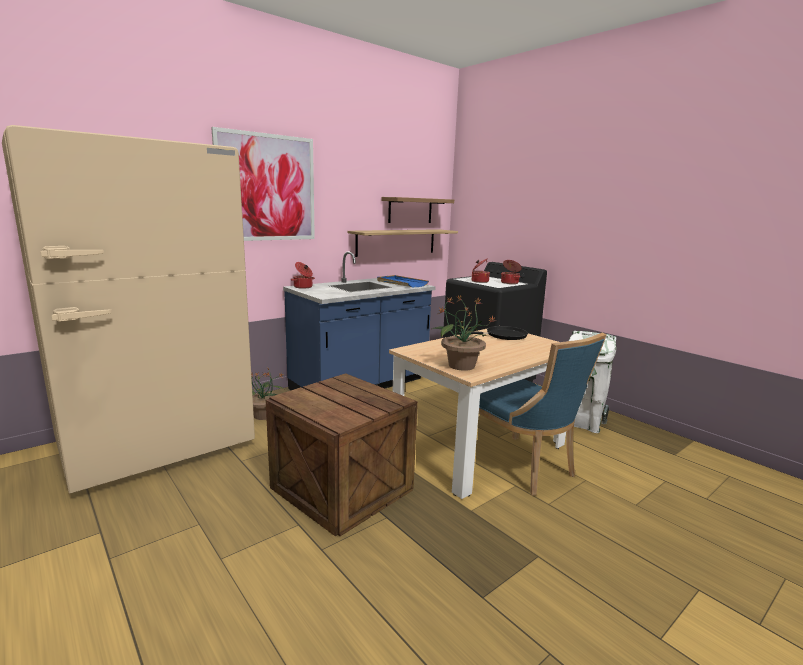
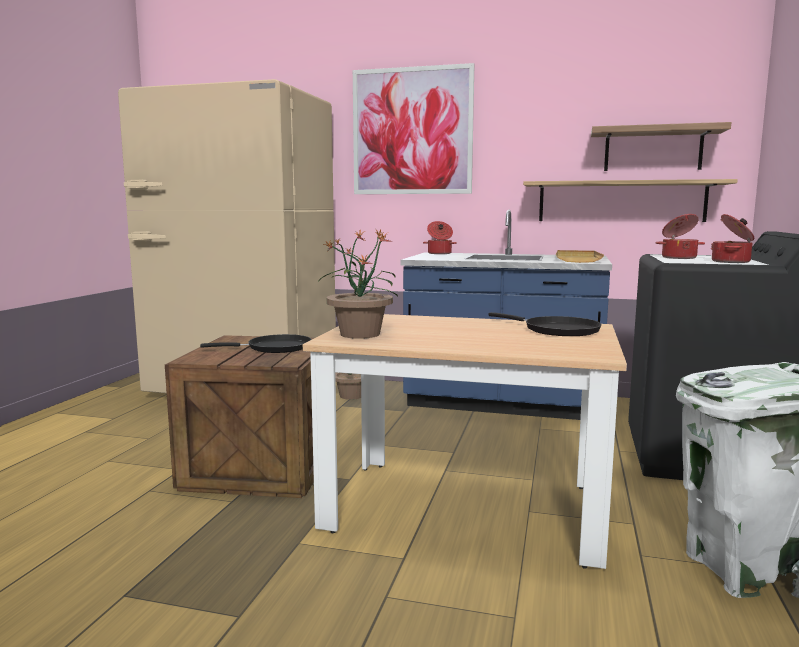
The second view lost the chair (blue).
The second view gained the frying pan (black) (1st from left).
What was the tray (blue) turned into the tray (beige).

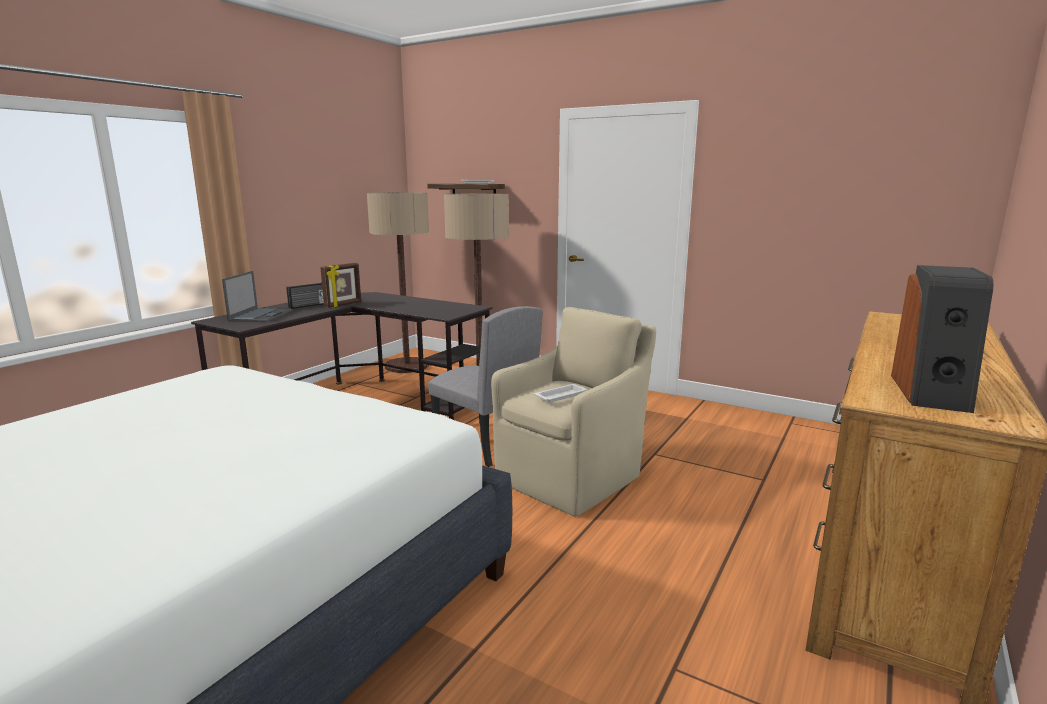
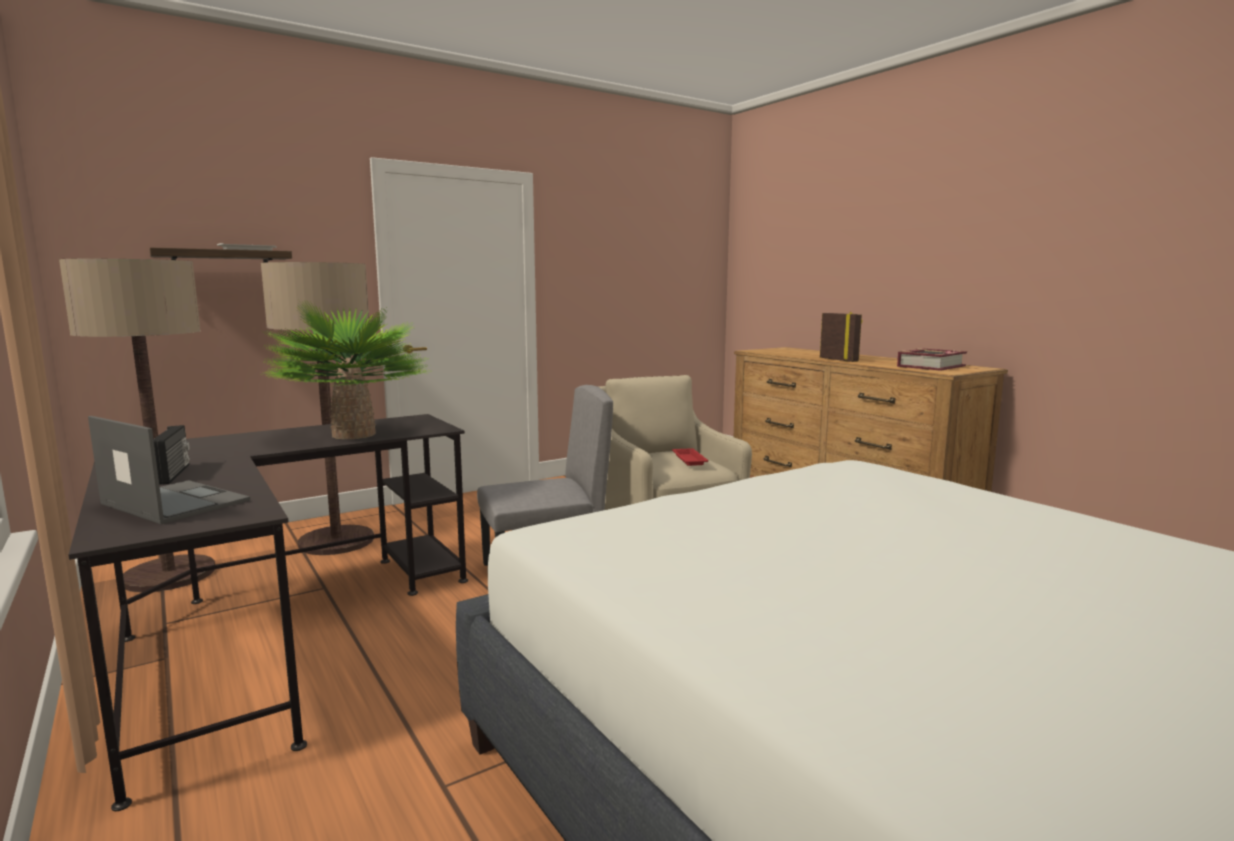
The second view gained the potted plant.
The picture frame ended up elsewhere.
Where the speaker stood, the book came to stand.
What was the tray (white) (2nd from left) turned into the tray (red).

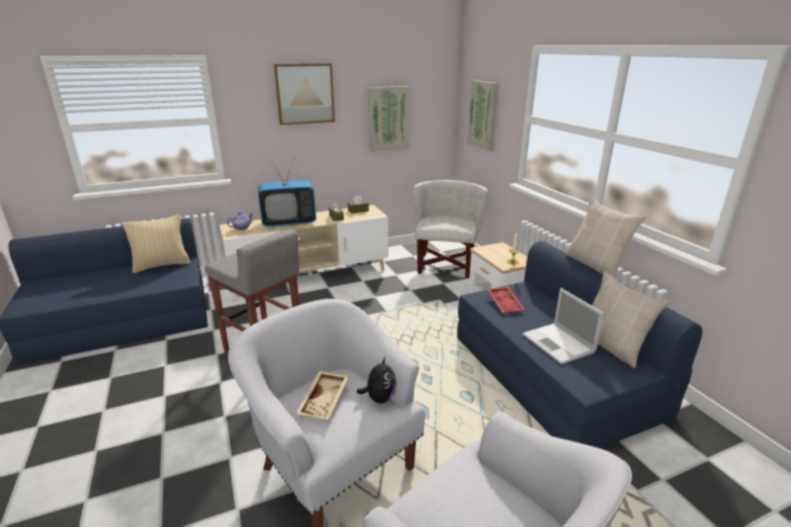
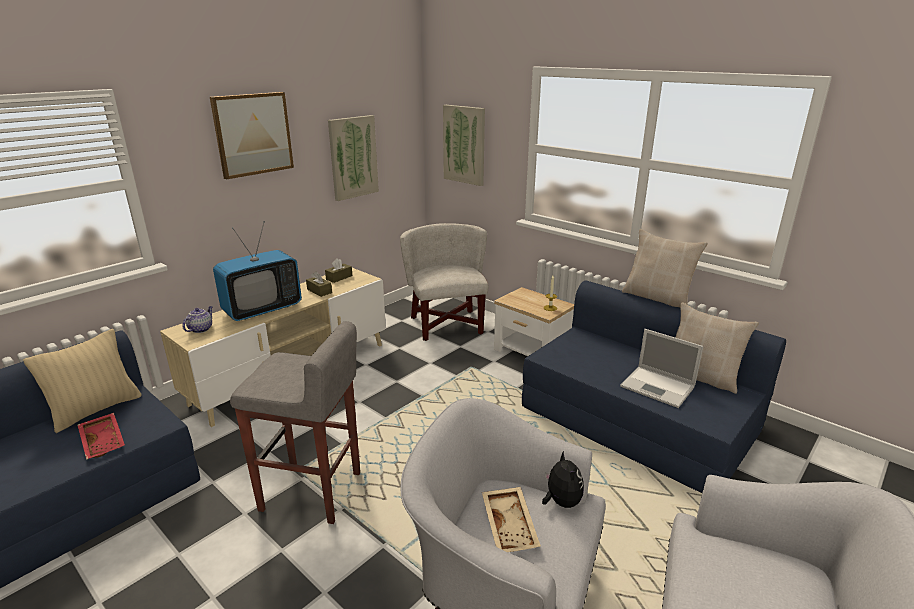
The tray (red) ended up elsewhere.

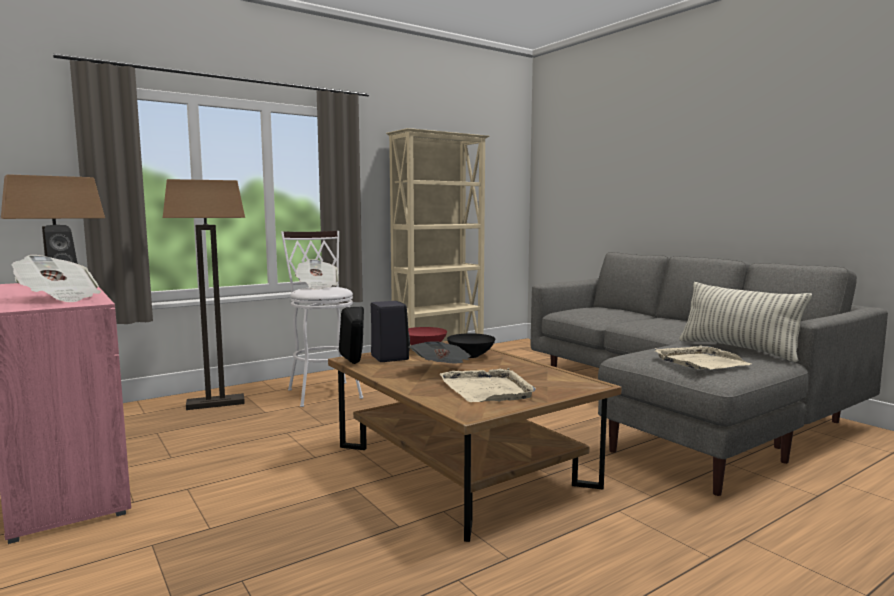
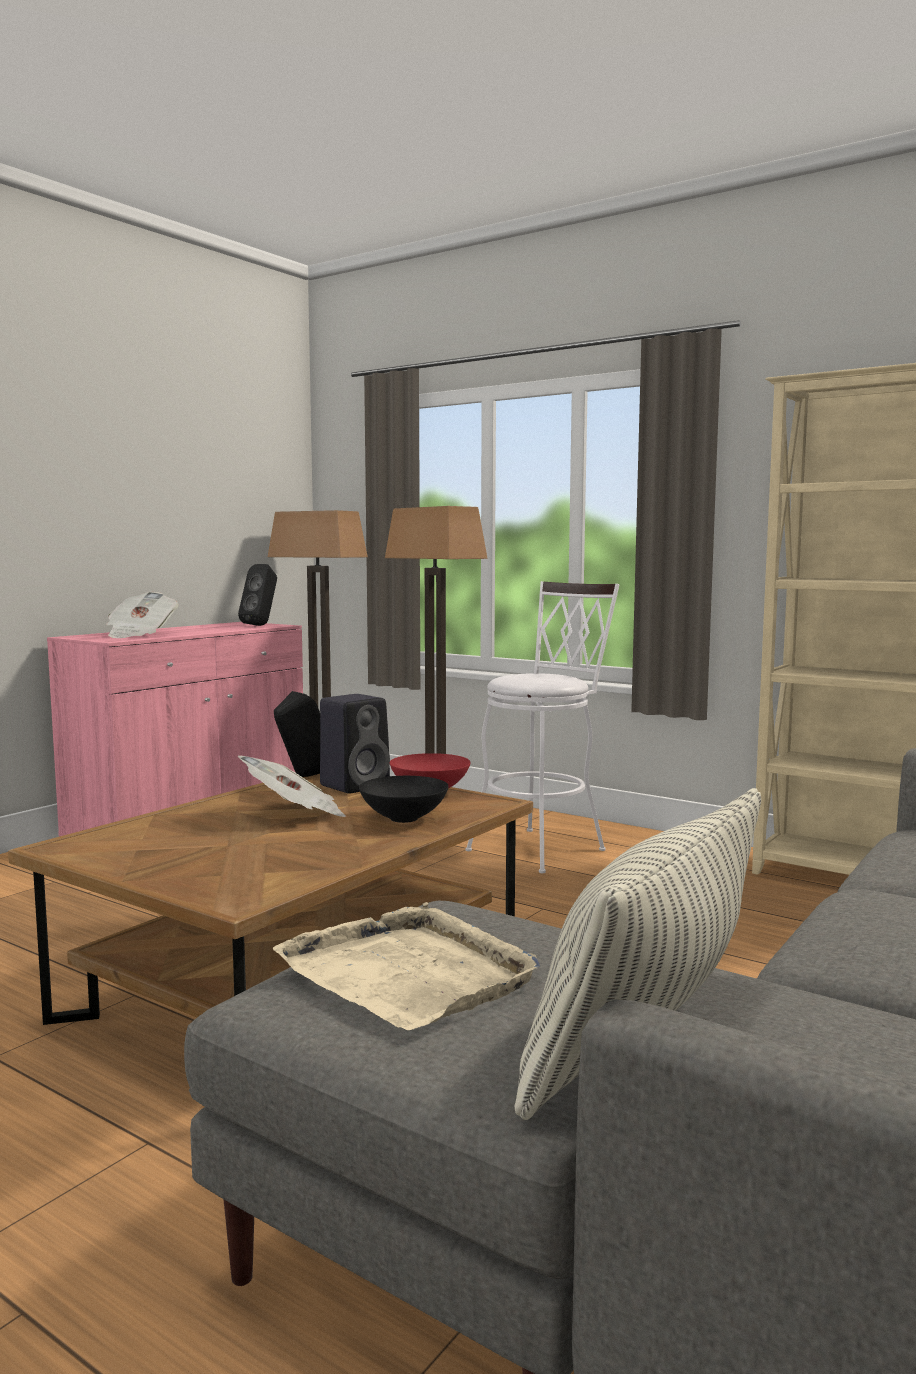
The second view lost the newspaper (2nd from left).
The second view lost the tray (beige) (1st from left).

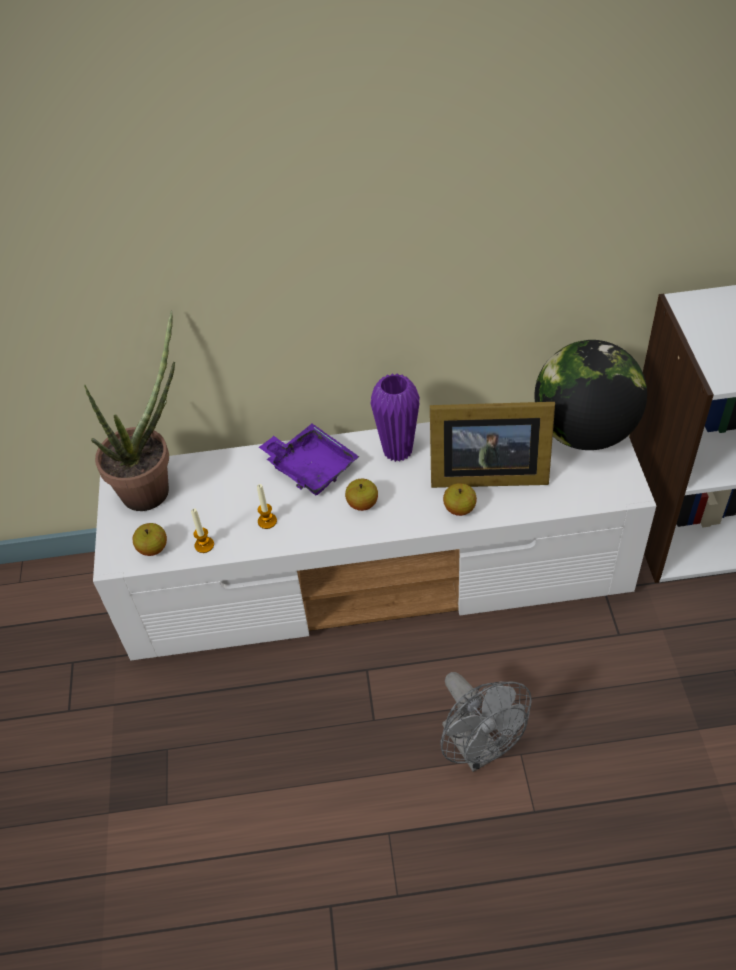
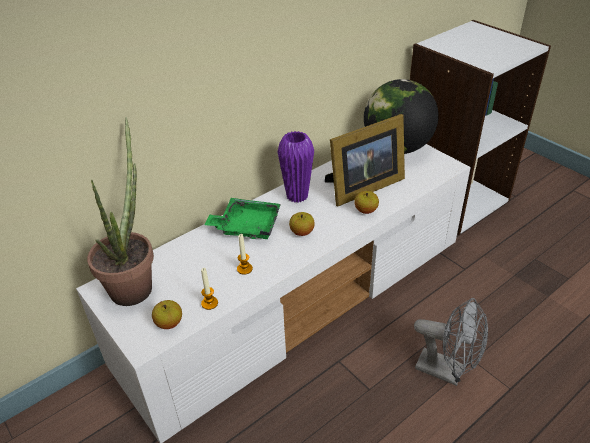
What was the tray (purple) turned into the tray (green).

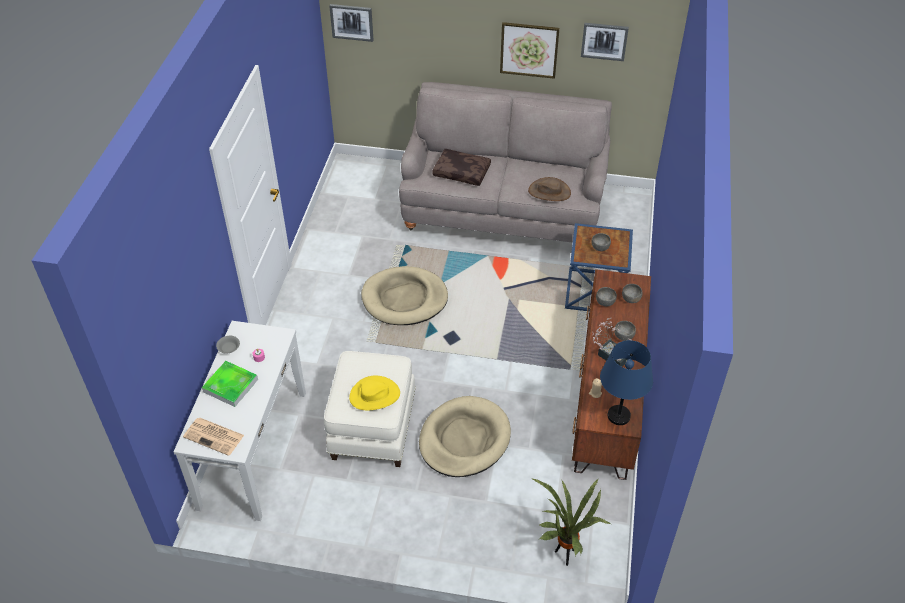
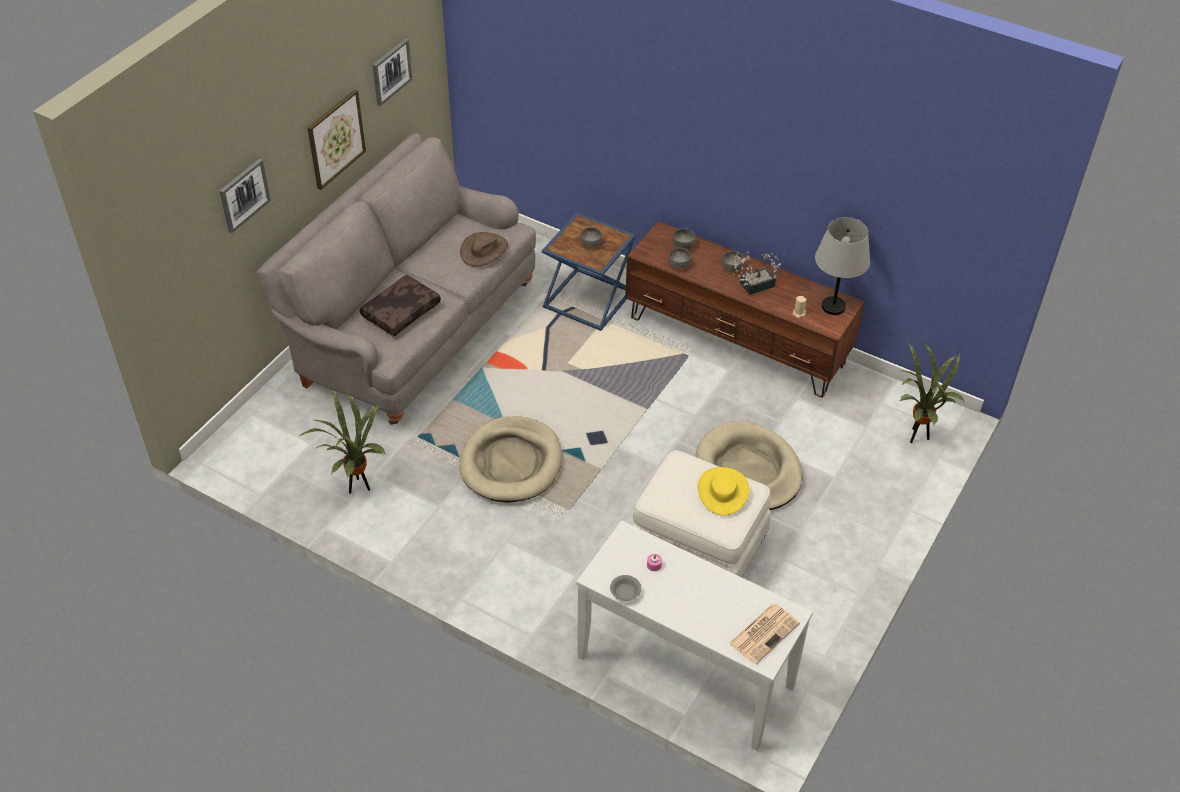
The second view lost the tray.
The second view gained the potted plant (1st from left).
The picture (1st from left) ended up elsewhere.
What was the table lamp (blue) turned into the table lamp (grey).

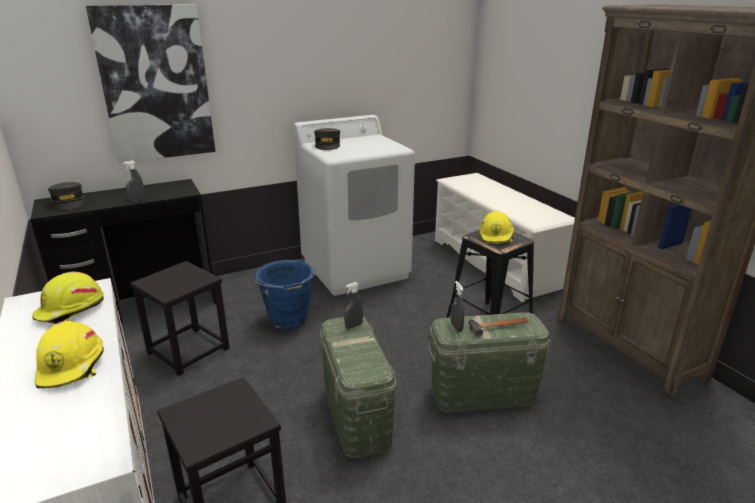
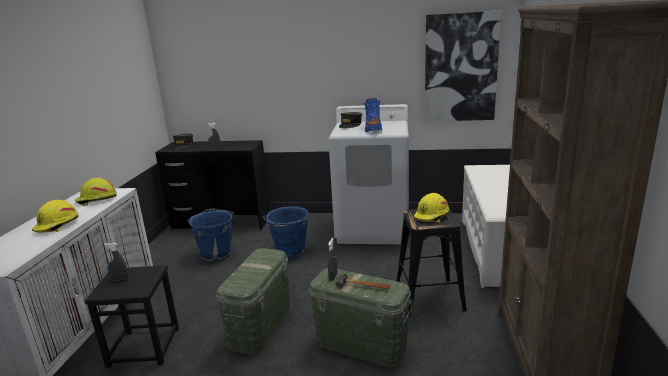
The second view gained the boot (blue).
The picture ended up elsewhere.
The spray bottle (grey) (2nd from left in the first image) ended up elsewhere.
Where the stool (black) (1st from left) stood, the bucket (blue) (1st from left) came to stand.

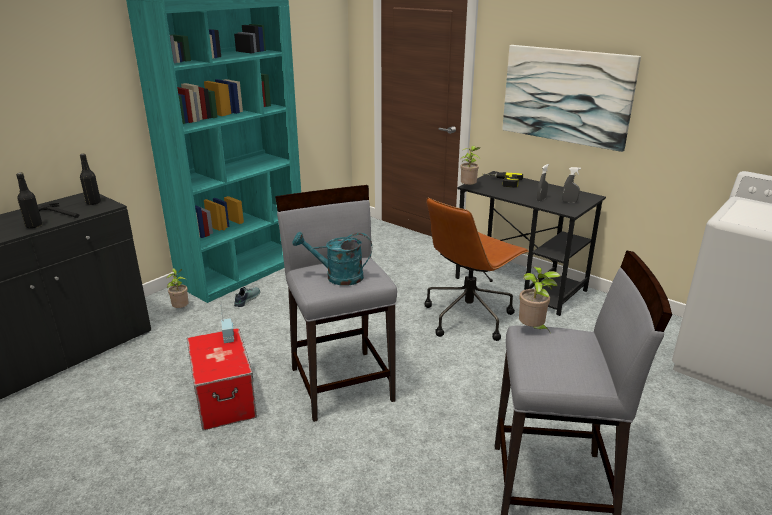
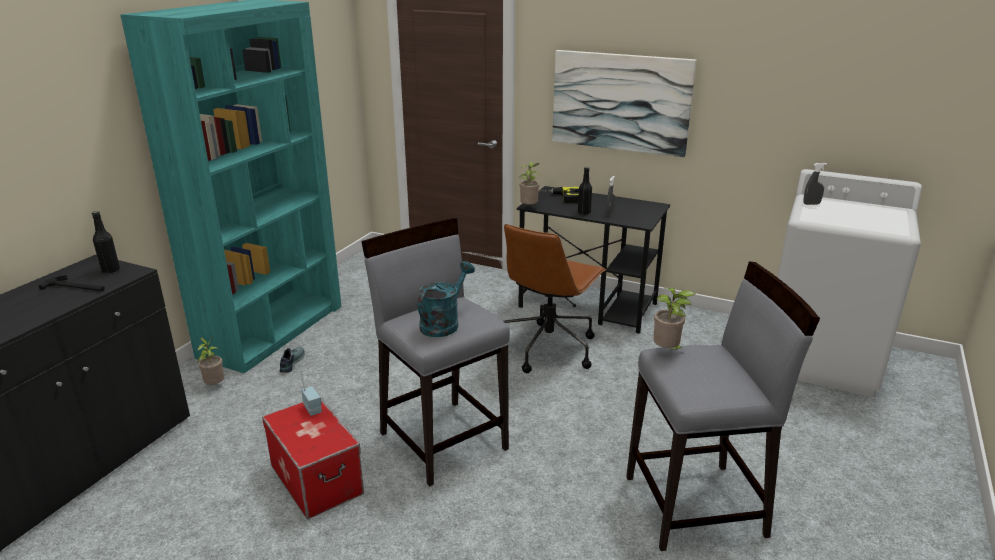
The bottle (black) (1st from left in the first image) ended up elsewhere.
The spray bottle (grey) (2nd from left) ended up elsewhere.
The watering can (turquoise) ended up facing another way, 135 degrees clockwise from before.

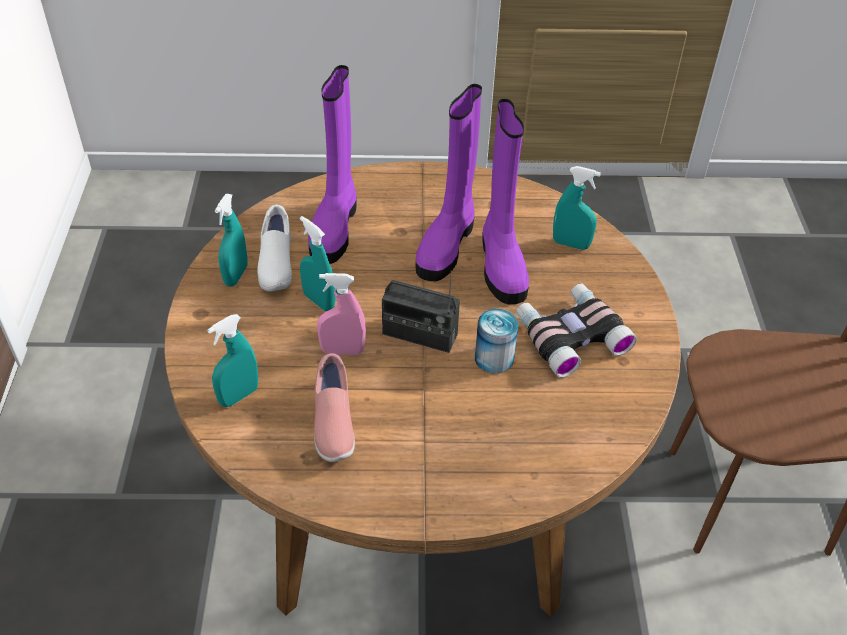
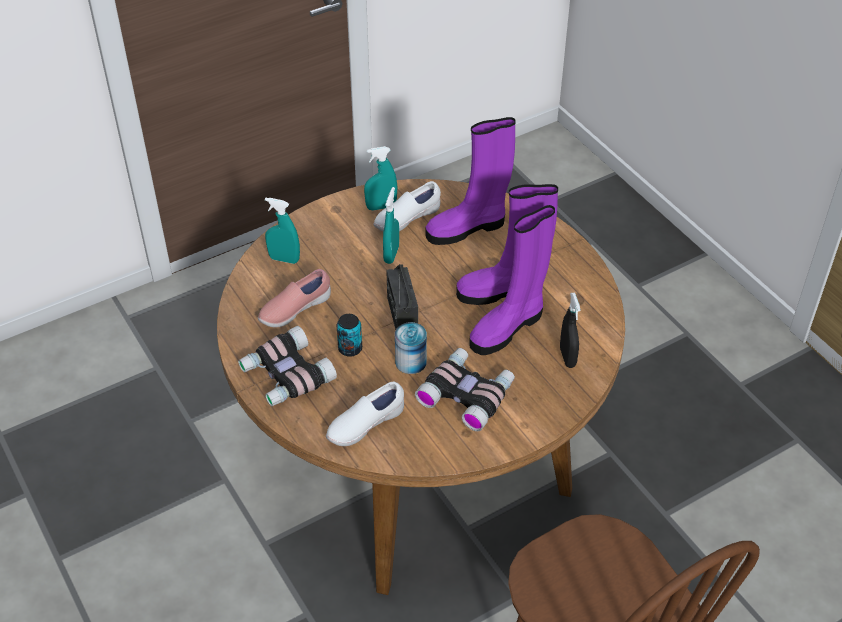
The second view lost the spray bottle (pink).
The second view gained the binoculars (1st from left).
The second view gained the shoe (white) (1st from left).
The second view gained the can (1st from left).
What was the spray bottle (turquoise) (4th from left) turned into the spray bottle (black).

